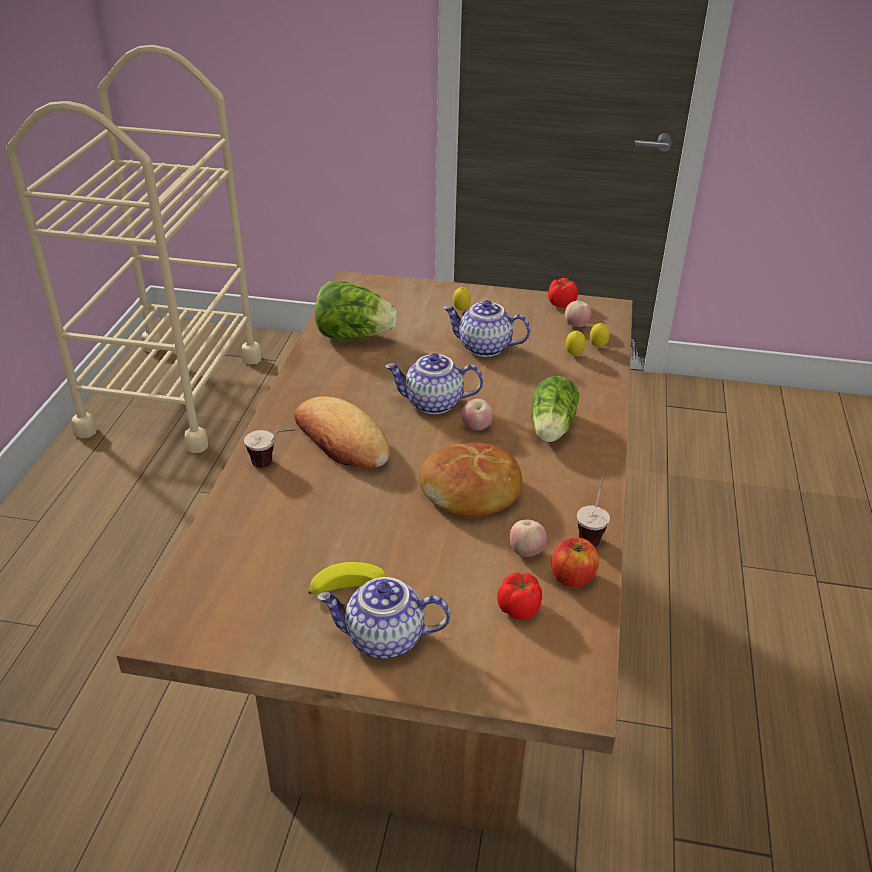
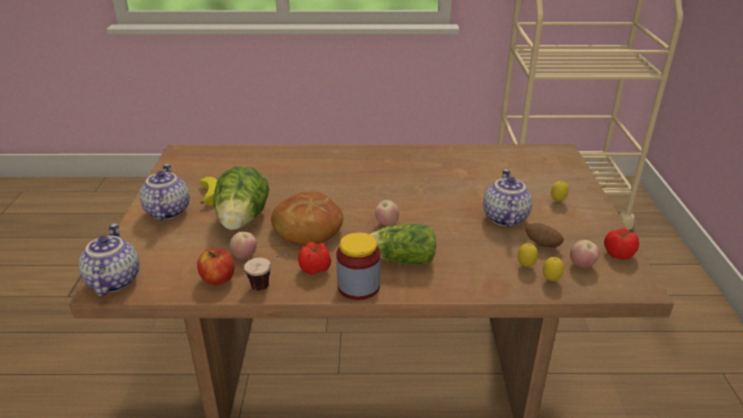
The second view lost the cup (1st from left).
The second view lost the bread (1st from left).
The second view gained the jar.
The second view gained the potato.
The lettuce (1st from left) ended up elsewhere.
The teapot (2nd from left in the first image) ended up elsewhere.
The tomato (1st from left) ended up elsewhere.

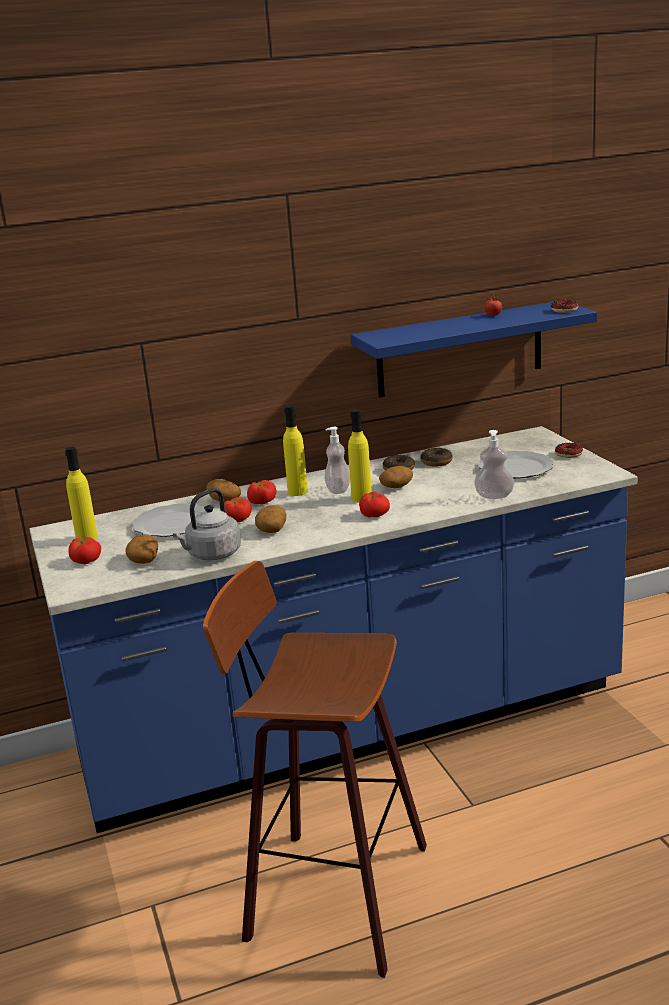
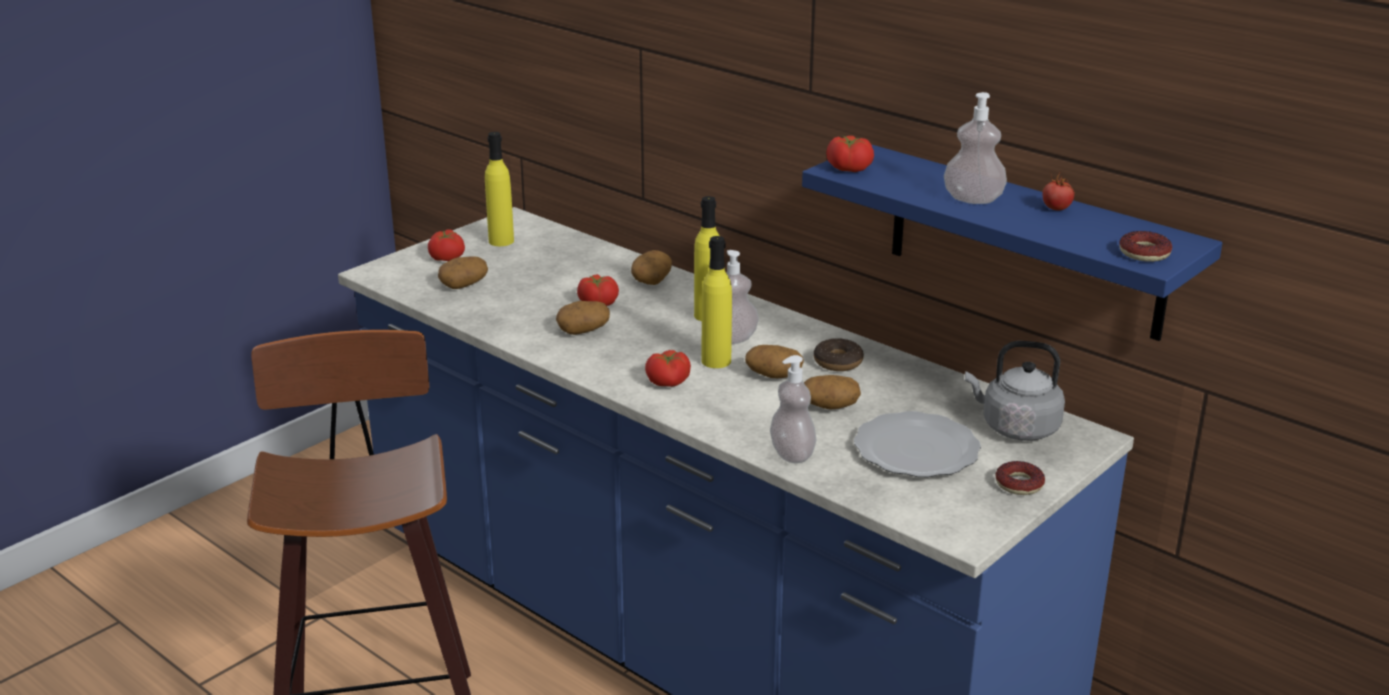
The second view lost the plate (1st from left).
The second view lost the donut (2nd from left).
The second view gained the potato (5th from left).
The second view gained the soap dispenser (3rd from left).
The kettle (grey) ended up elsewhere.
The tomato (3rd from left in the first image) ended up elsewhere.

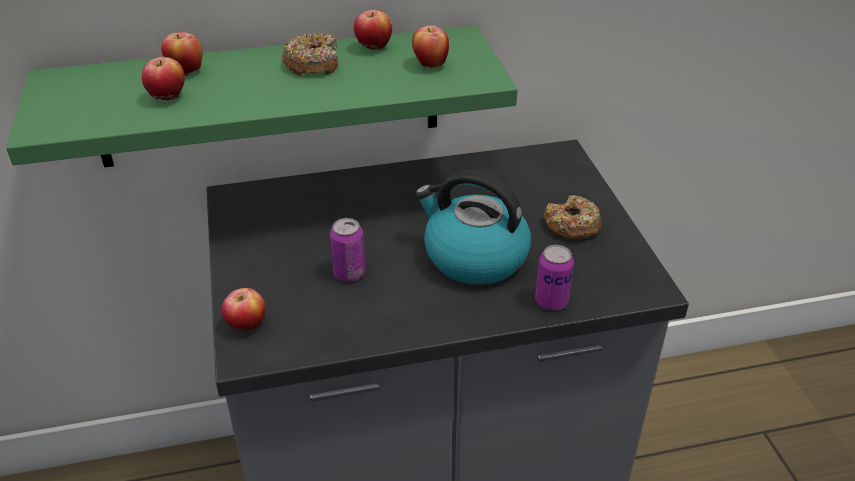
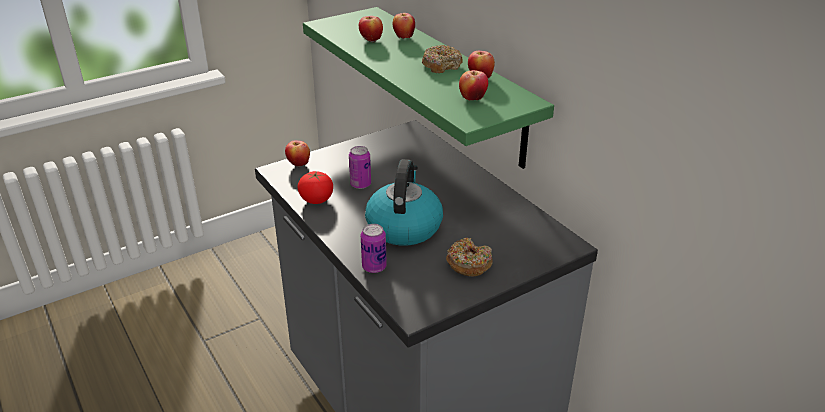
The second view gained the tomato.

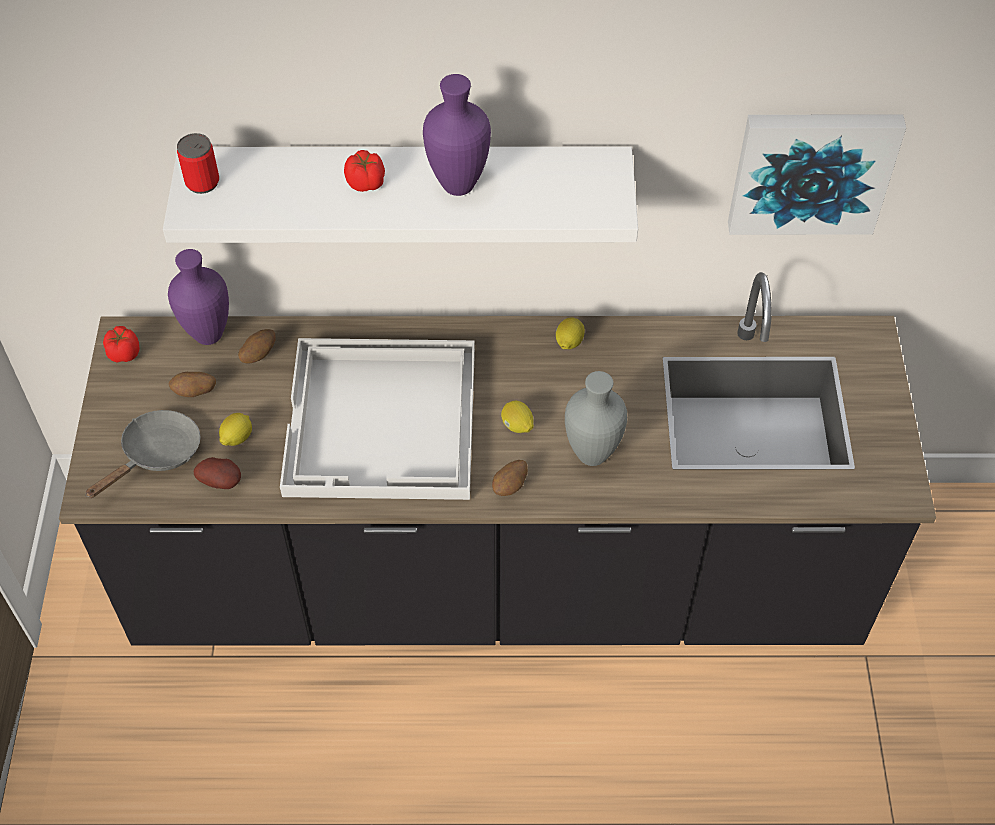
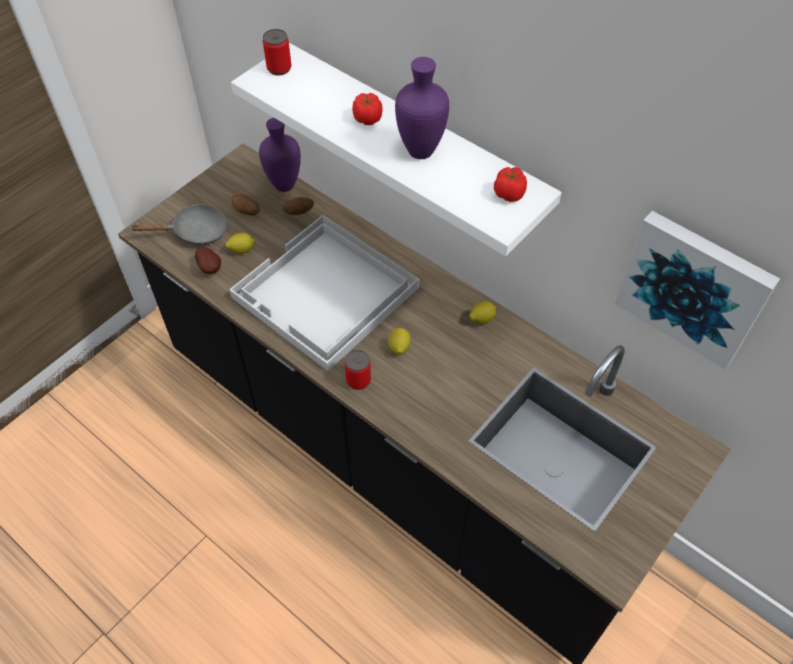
The second view lost the vase (grey).
The tomato (1st from left in the first image) ended up elsewhere.
Where the potato (4th from left) stood, the can (2nd from left) came to stand.

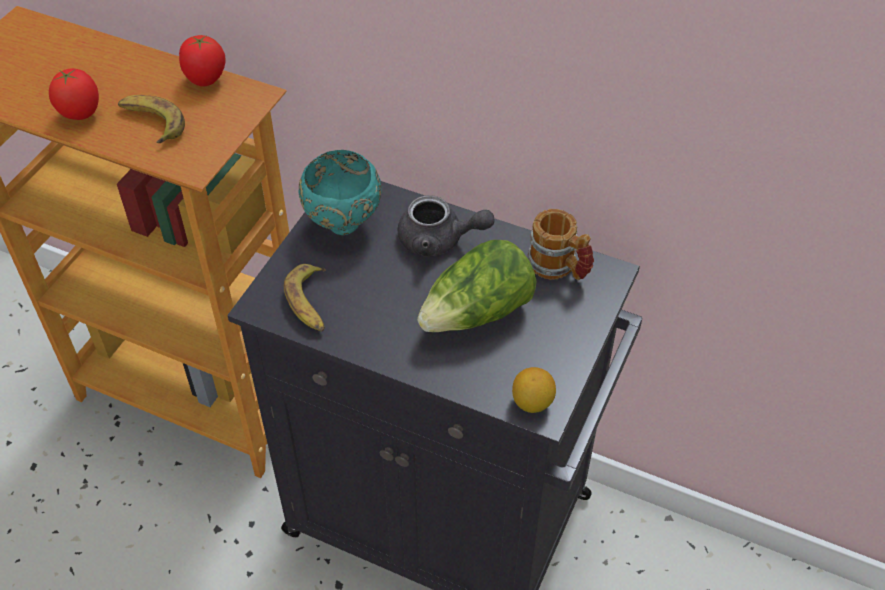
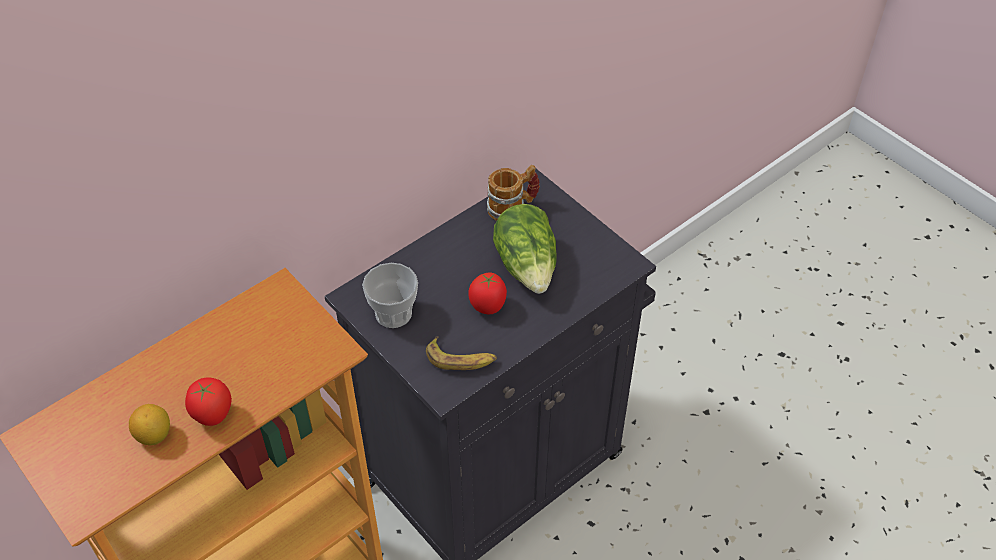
The second view lost the banana (1st from left).
The second view lost the teapot (grey).
The tomato (2nd from left) ended up elsewhere.
The lemon ended up elsewhere.
Where the bowl (turquoise) stood, the cup came to stand.

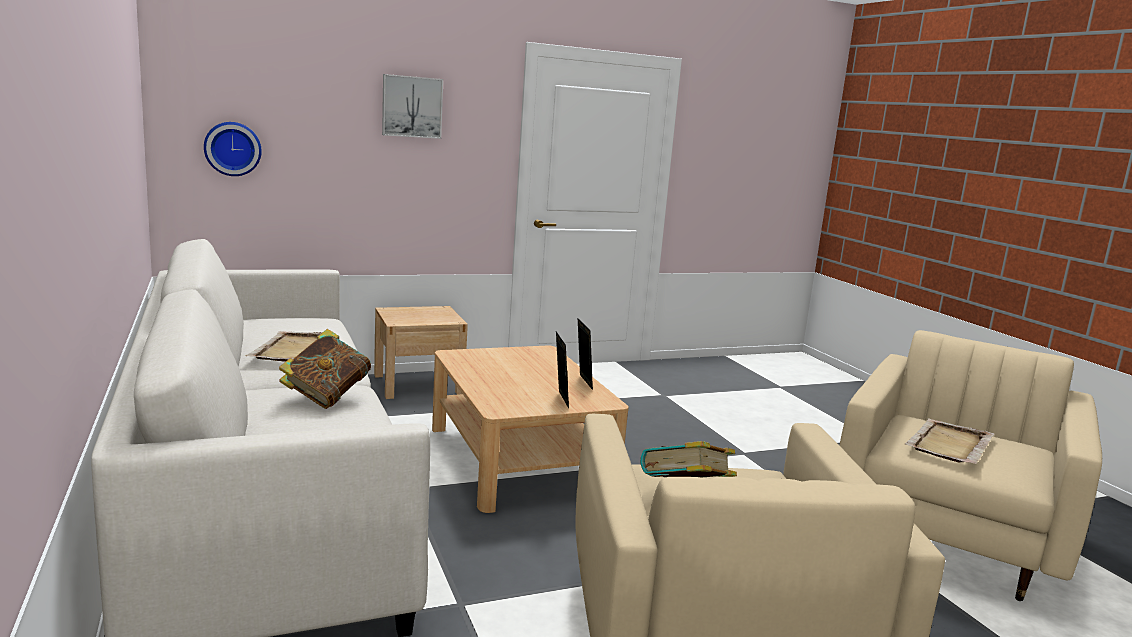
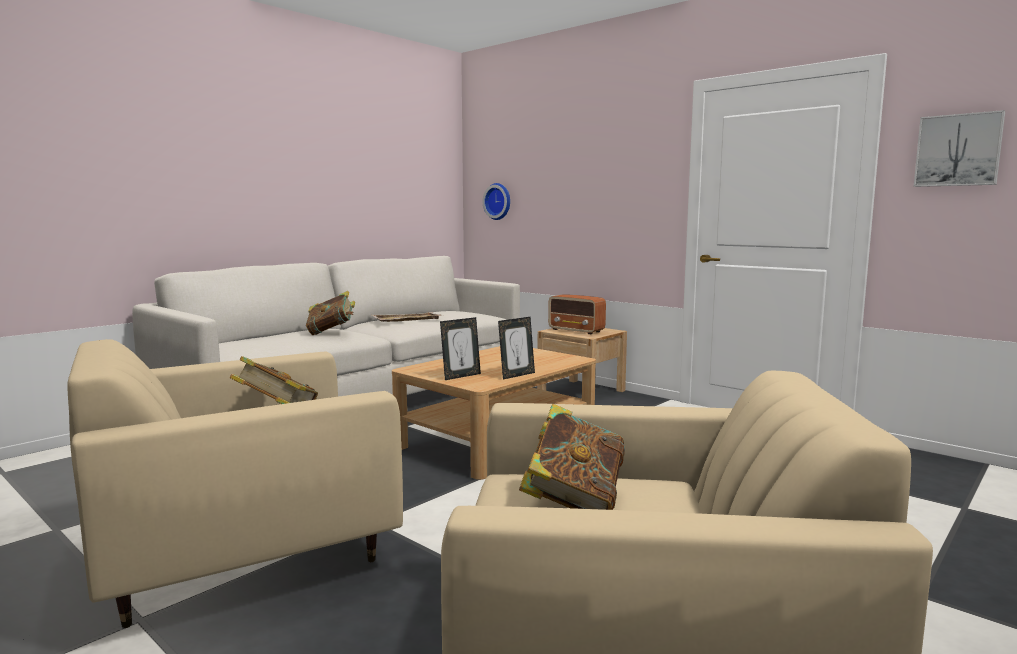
The second view gained the radio.
The picture ended up elsewhere.
Where the tray (beige) (2nd from left) stood, the book (3rd from left) came to stand.

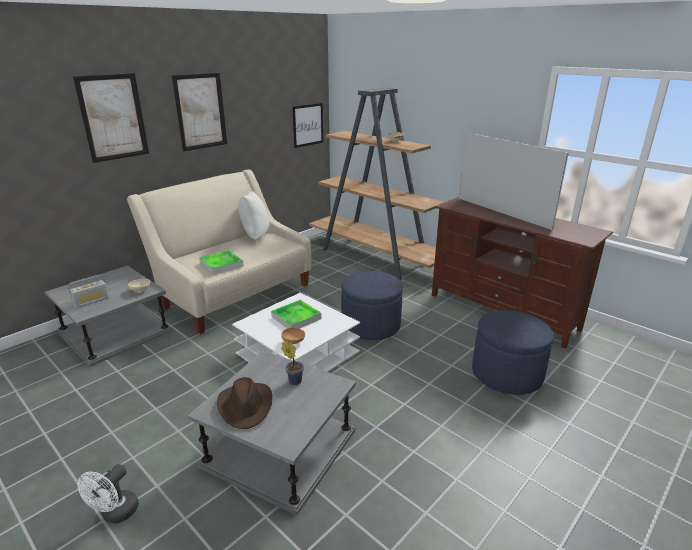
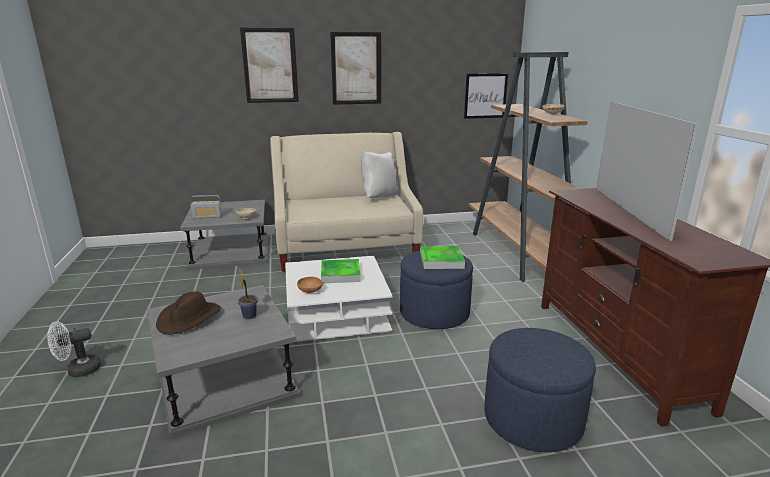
The tray (1st from left in the first image) ended up elsewhere.

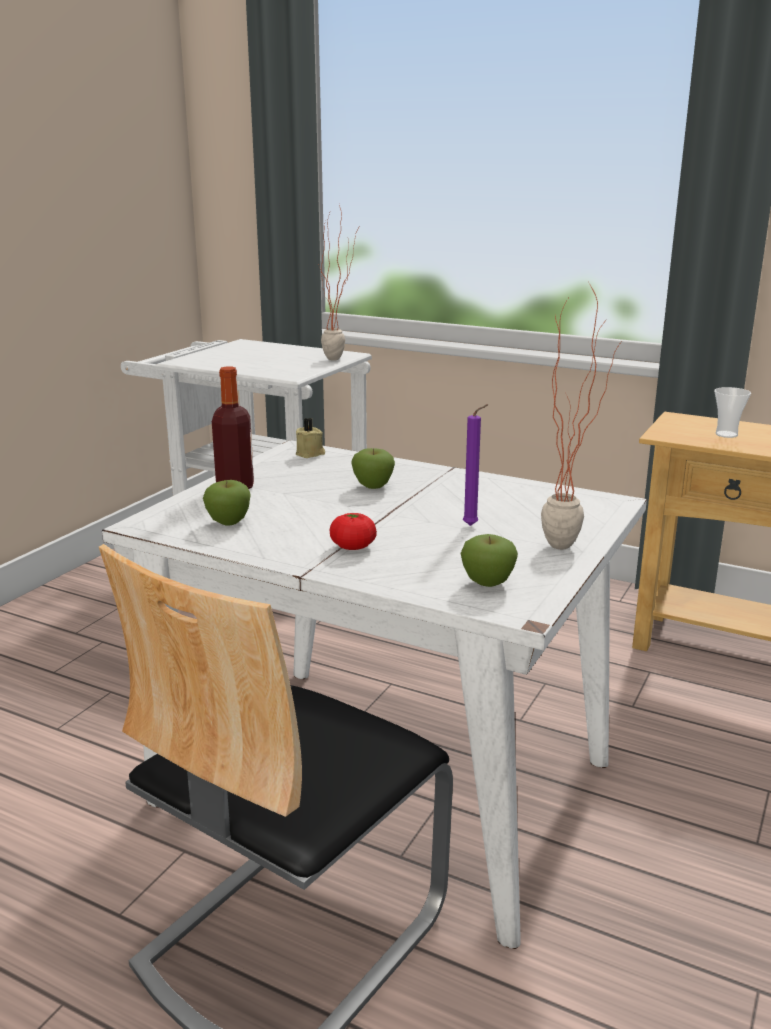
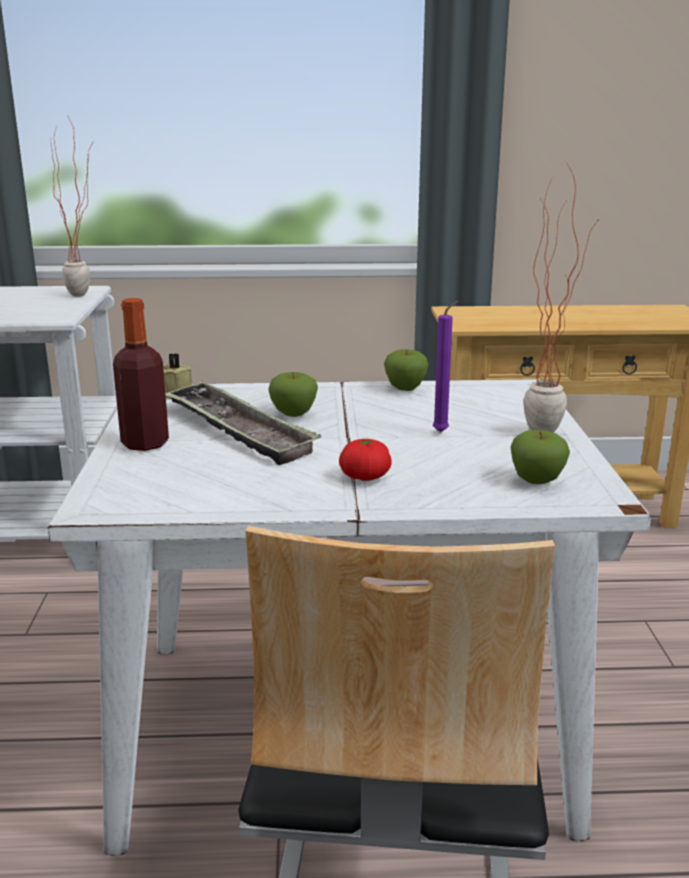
The second view lost the cup.
The second view gained the tray.
The apple (1st from left in the first image) ended up elsewhere.

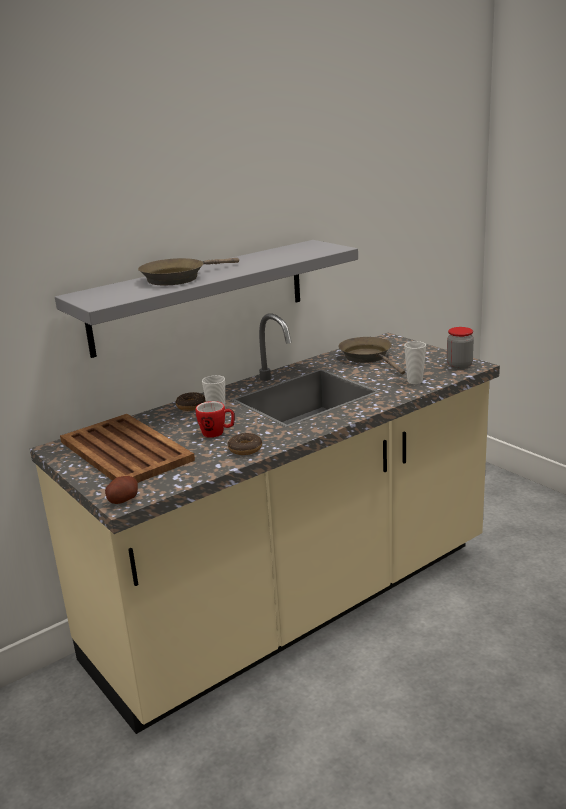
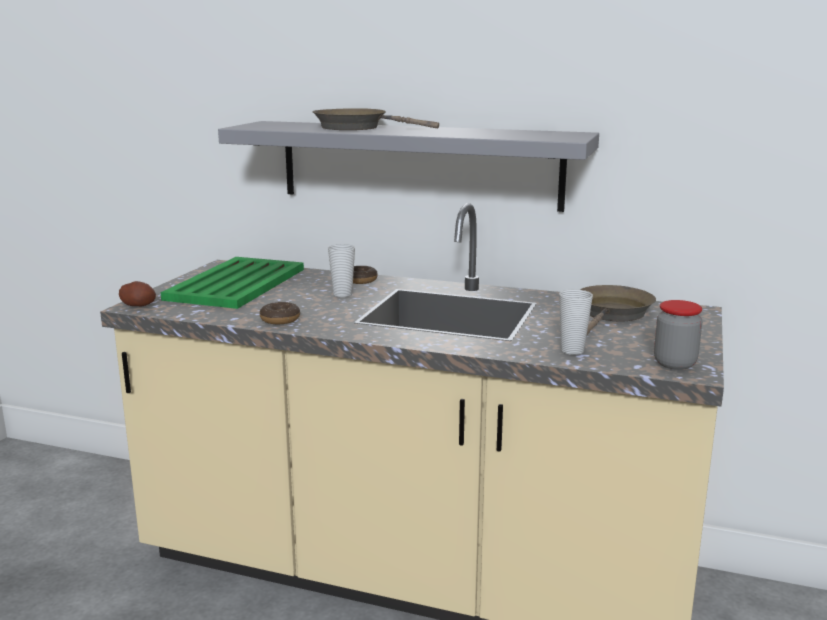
The second view lost the mug.
What was the tray (brown) turned into the tray (green).

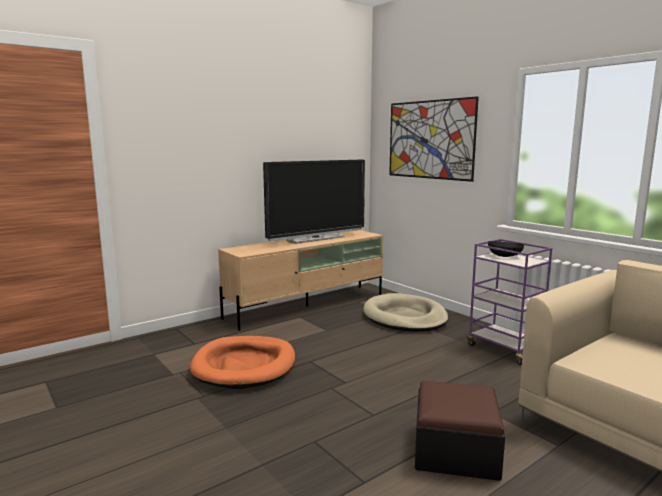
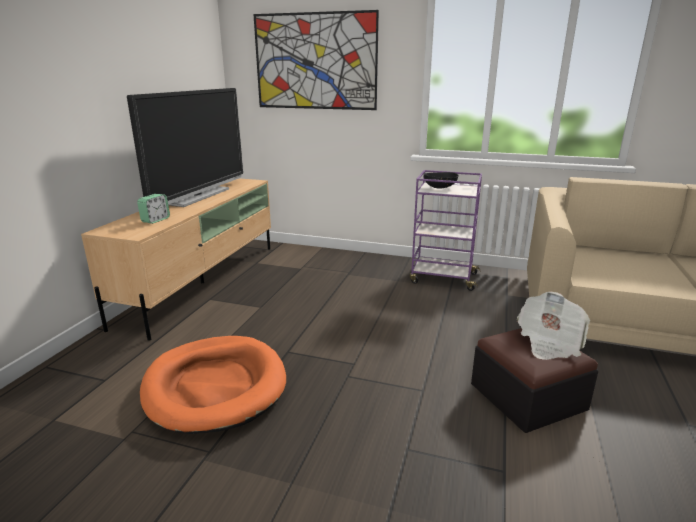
The second view lost the dog bed (beige).
The second view gained the alarm clock.
The second view gained the newspaper.

